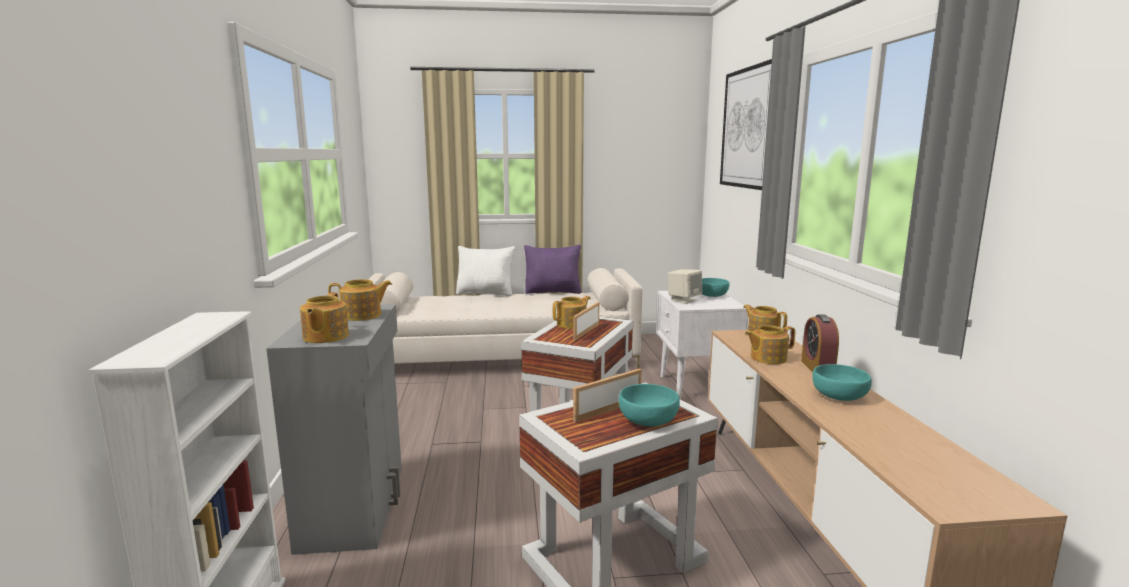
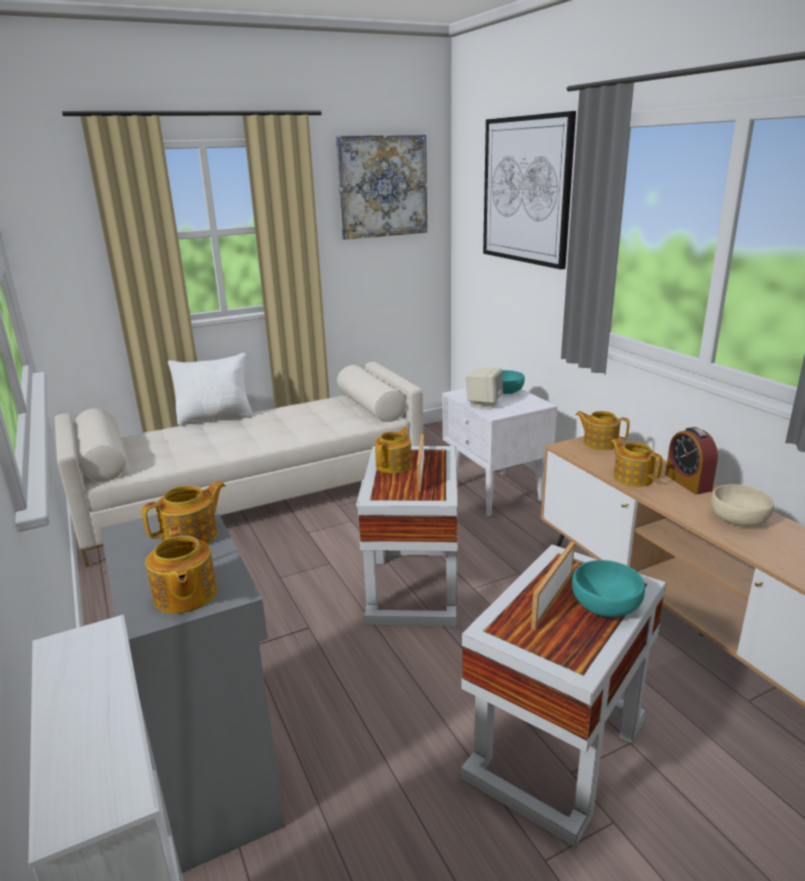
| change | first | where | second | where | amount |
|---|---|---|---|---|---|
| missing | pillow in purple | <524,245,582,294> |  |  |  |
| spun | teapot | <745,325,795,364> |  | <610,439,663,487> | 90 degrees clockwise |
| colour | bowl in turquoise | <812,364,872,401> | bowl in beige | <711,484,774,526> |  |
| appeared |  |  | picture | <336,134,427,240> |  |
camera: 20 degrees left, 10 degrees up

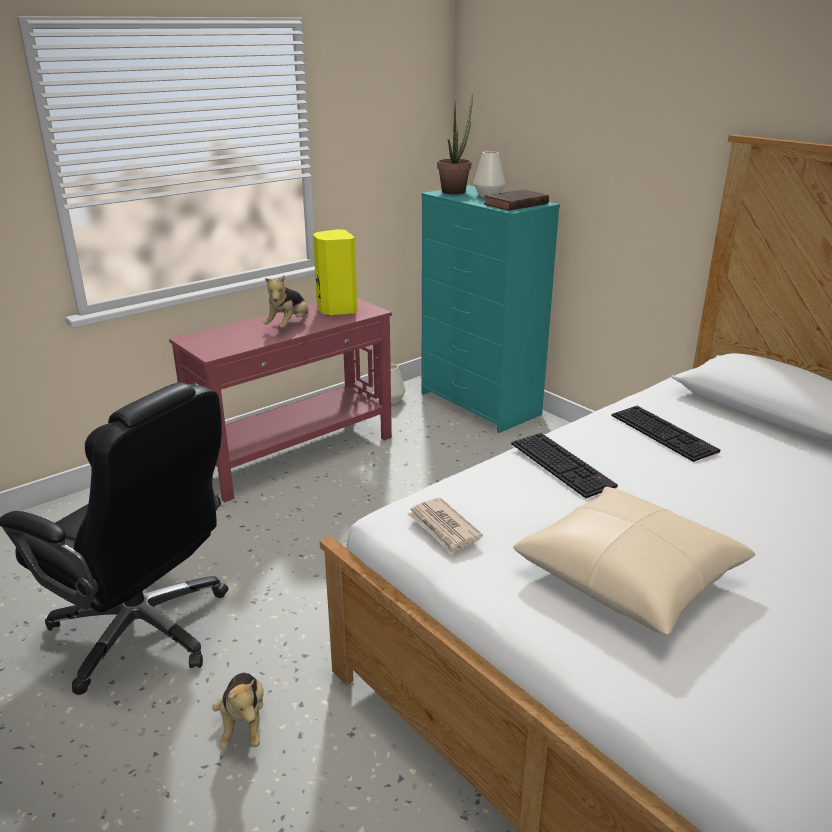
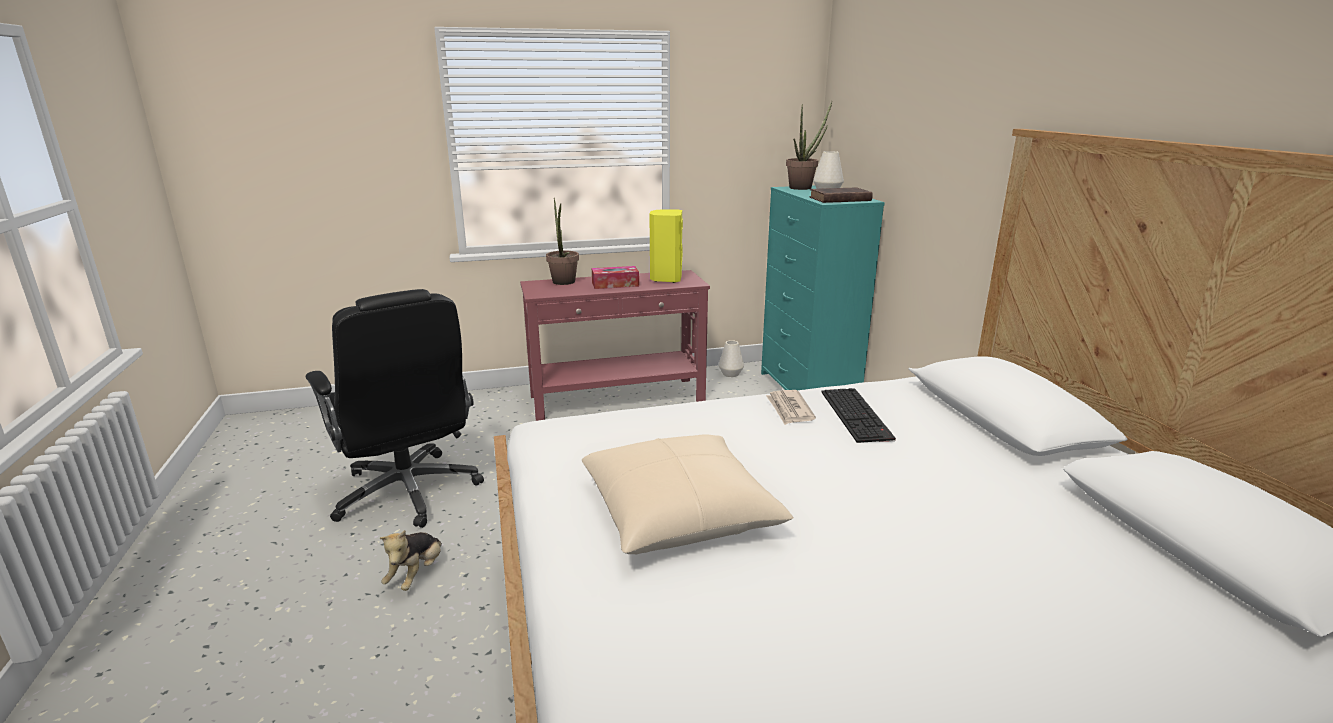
| change | first | where | second | where | amount |
|---|---|---|---|---|---|
| exchanged | plush toy | <263,275,308,328> | tissue box | <592,266,639,289> |  |
| relocated | newspaper | <407,498,483,554> |  | <766,390,816,425> |  |
| missing | keyboard | <511,433,618,498> |  |  |  |
| appeared |  |  | potted plant | <546,197,579,285> |  |
camera: 25 degrees right, 5 degrees down

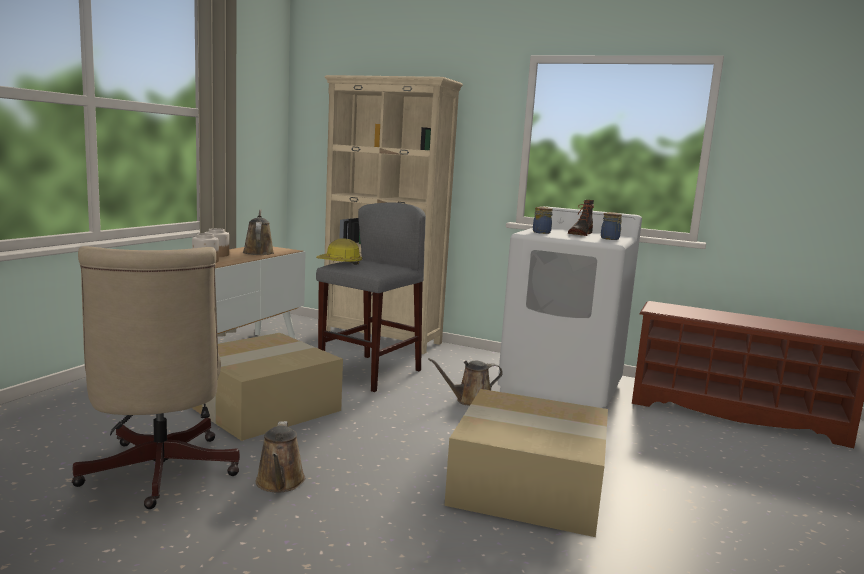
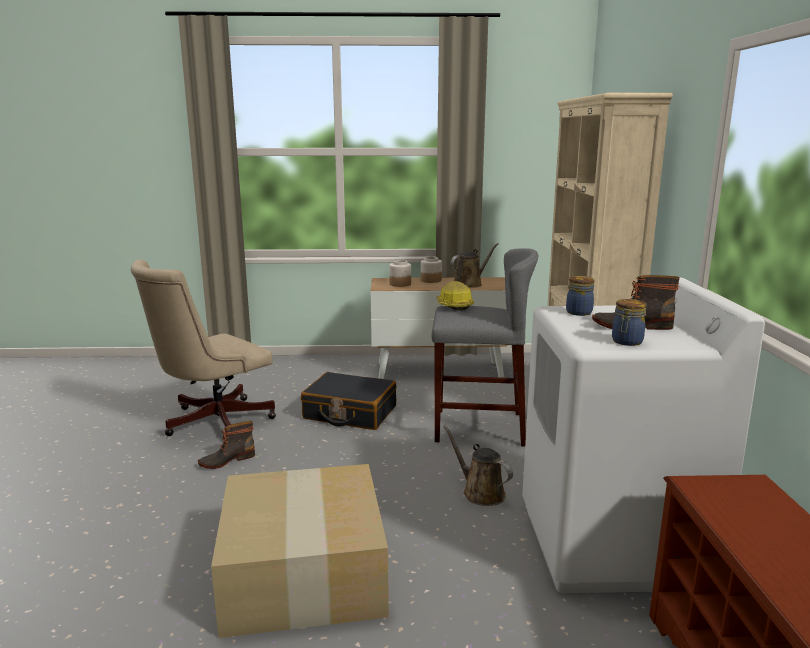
| change | first | where | second | where | amount |
|---|---|---|---|---|---|
| exchanged | cardboard box | <192,333,343,441> | suitcase in black | <301,372,396,430> |  |
| exchanged | watering can in brown | <256,421,305,492> | boot | <198,421,255,469> |  |
camera: 65 degrees right, 5 degrees up

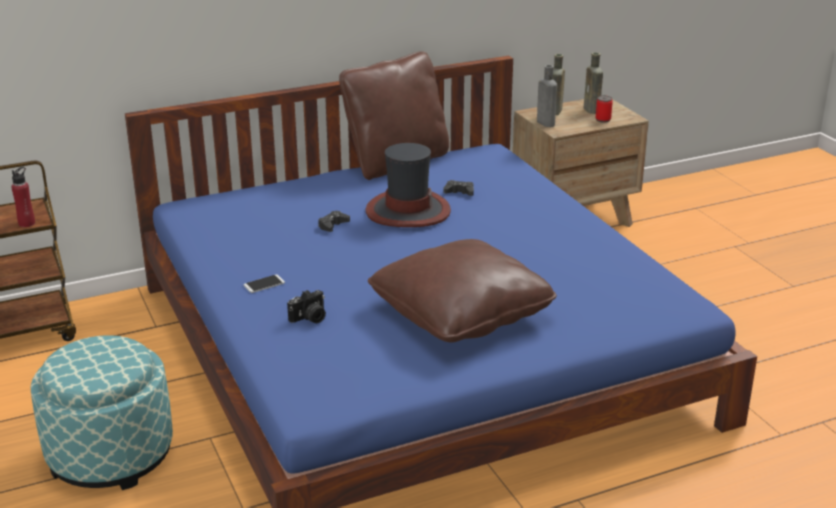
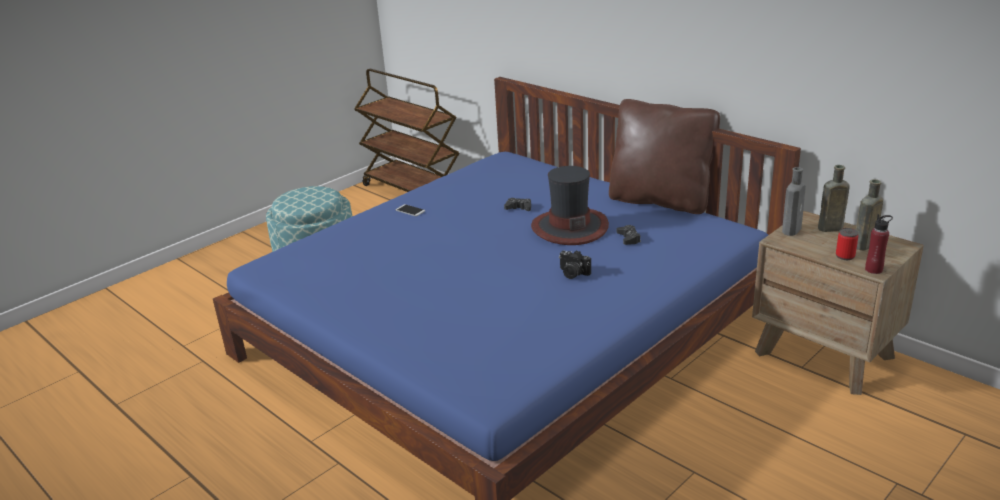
| change | first | where | second | where | amount |
|---|---|---|---|---|---|
| relocated | bottle in red | <11,167,35,227> |  | <865,214,893,274> |  |
| relocated | photo camera | <287,290,326,323> |  | <559,250,591,279> |  |
| missing | pillow in brown | <368,239,557,342> |  |  |  |
camera: 70 degrees right, 0 degrees up

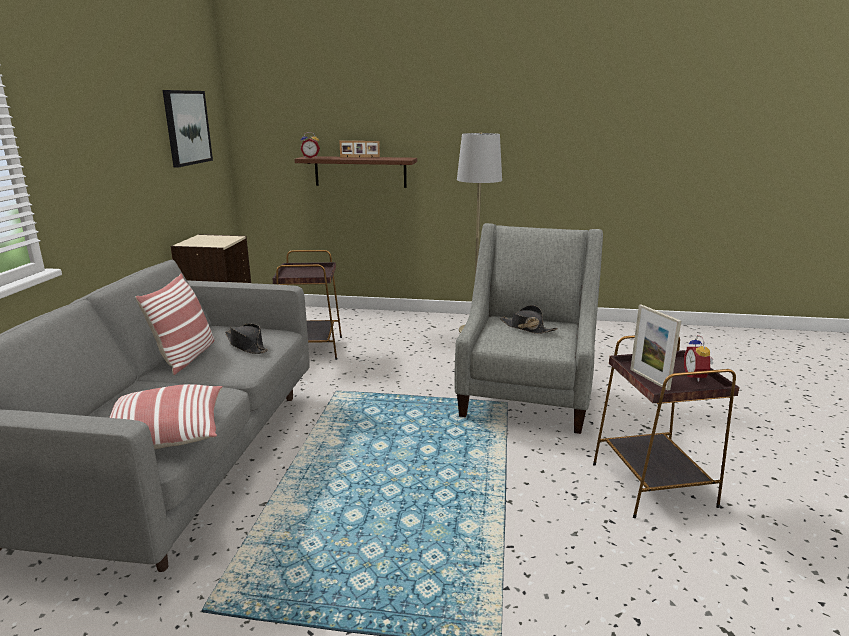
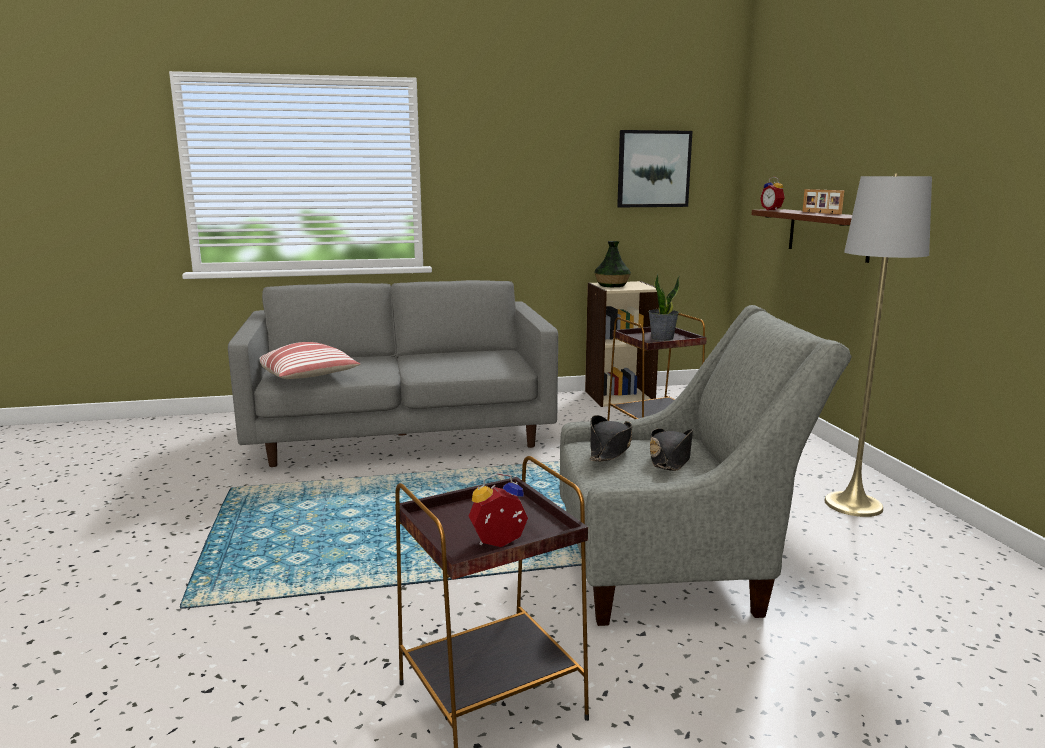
| change | first | where | second | where | amount |
|---|---|---|---|---|---|
| missing | pillow | <135,273,215,375> |  |  |  |
| relocated | hat in black | <225,323,268,354> |  | <590,415,632,461> |  |
| missing | picture frame | <630,304,681,390> |  |  |  |
| appeared |  |  | vase | <594,241,631,287> |  |
| appeared |  |  | potted plant | <648,273,679,341> |  |
camera: 70 degrees right, 5 degrees down

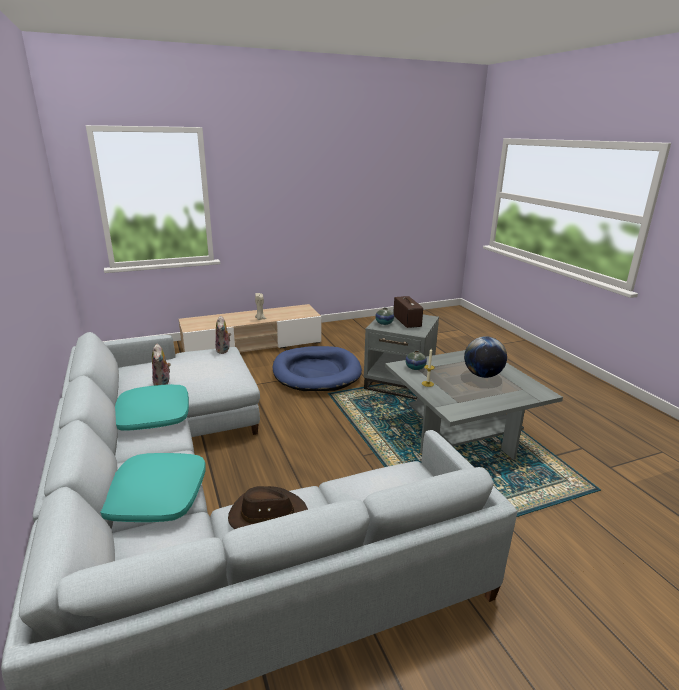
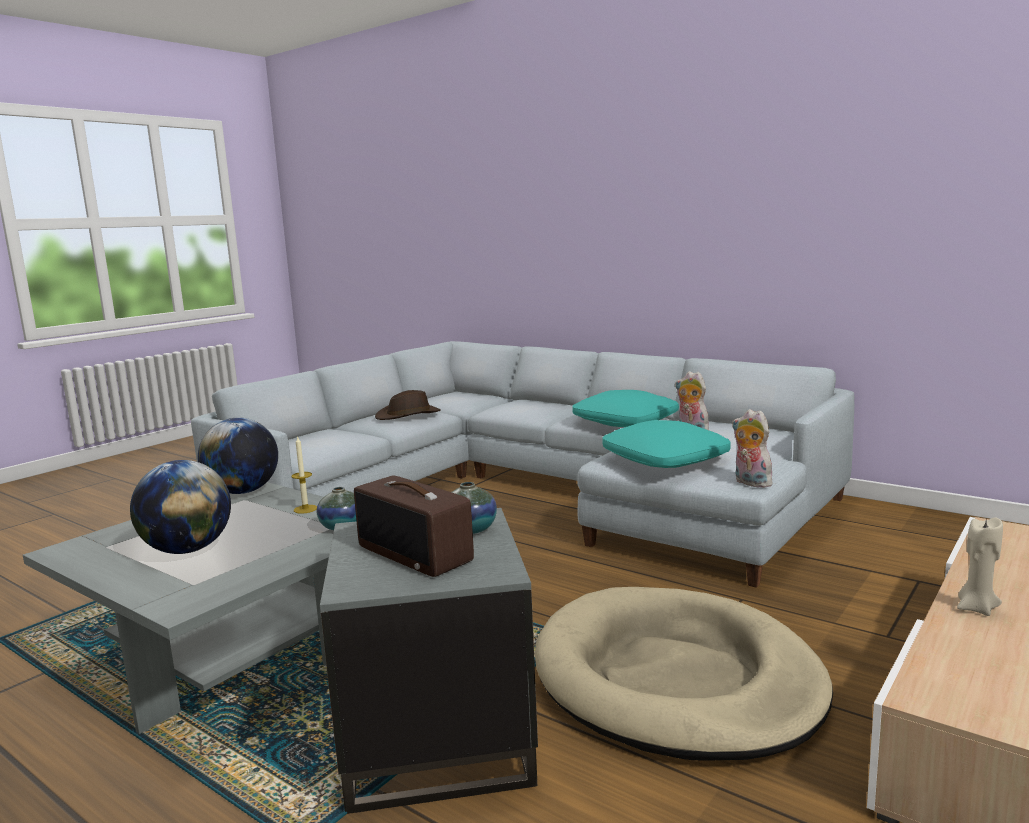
| change | first | where | second | where | amount |
|---|---|---|---|---|---|
| relocated | pillow in turquoise | <101,453,206,522> |  | <603,420,730,468> |  |
| colour | dog bed in blue | <272,346,362,391> | dog bed in beige | <535,587,833,761> |  |
| appeared |  |  | globe | <198,418,278,494> |  |
camera: 150 degrees right, 10 degrees down

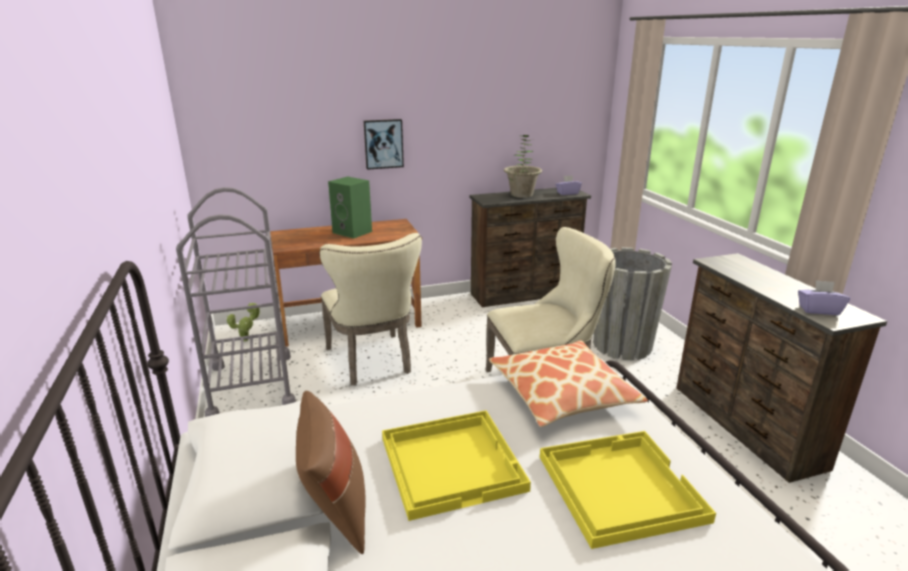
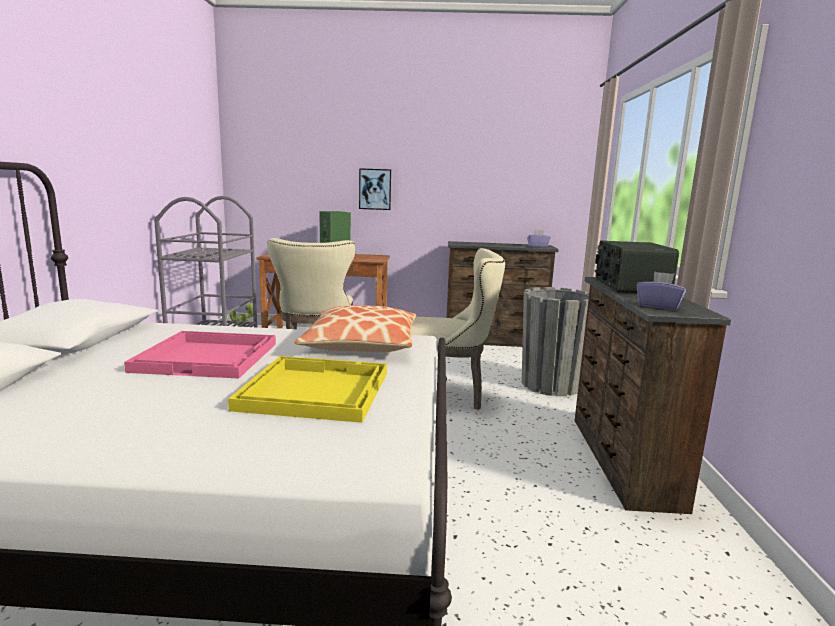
| change | first | where | second | where | amount |
|---|---|---|---|---|---|
| missing | pillow in brown | <296,391,366,554> |  |  |  |
| colour | tray in yellow | <382,410,531,521> | tray in pink | <124,331,276,378> |  |
| missing | potted plant | <504,135,542,198> |  |  |  |
| appeared |  |  | radio | <595,240,679,293> |  |
camera: 20 degrees right, 10 degrees down

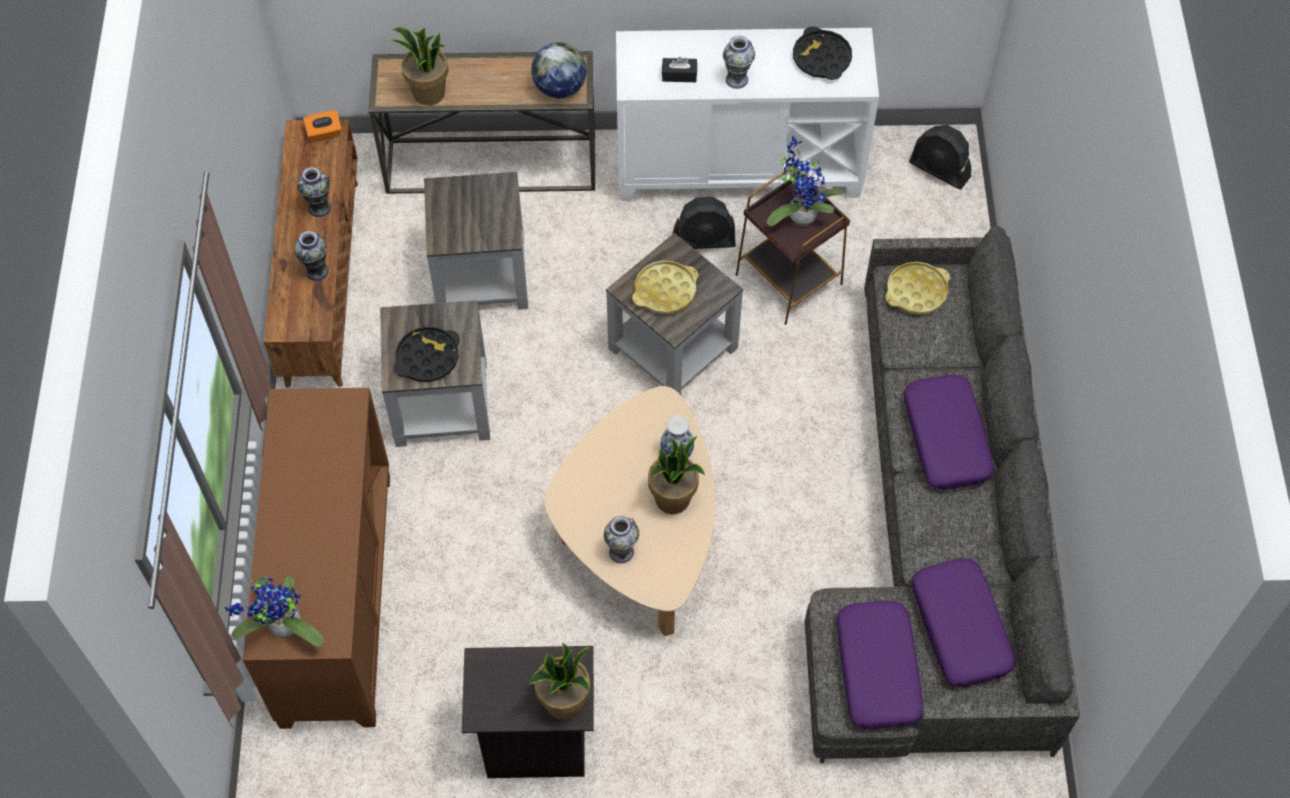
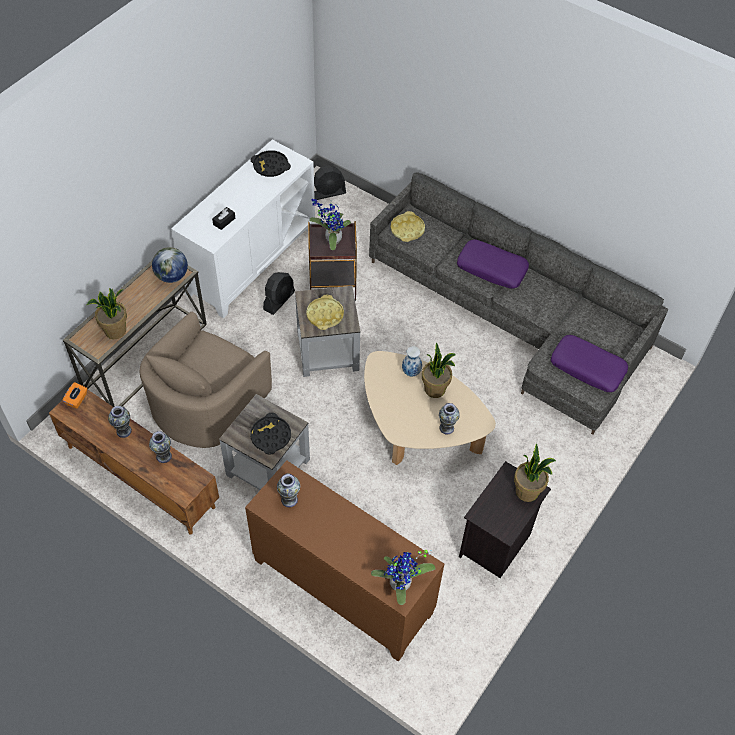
| change | first | where | second | where | amount |
|---|---|---|---|---|---|
| exchanged | side table in grey | <424,172,528,310> | armchair in beige | <139,312,272,448> |  |
| relocated | vase | <723,36,755,89> |  | <277,473,300,507> |  |
| missing | pillow in purple | <911,558,1015,687> |  |  |  |
camera: 55 degrees left, 5 degrees down

